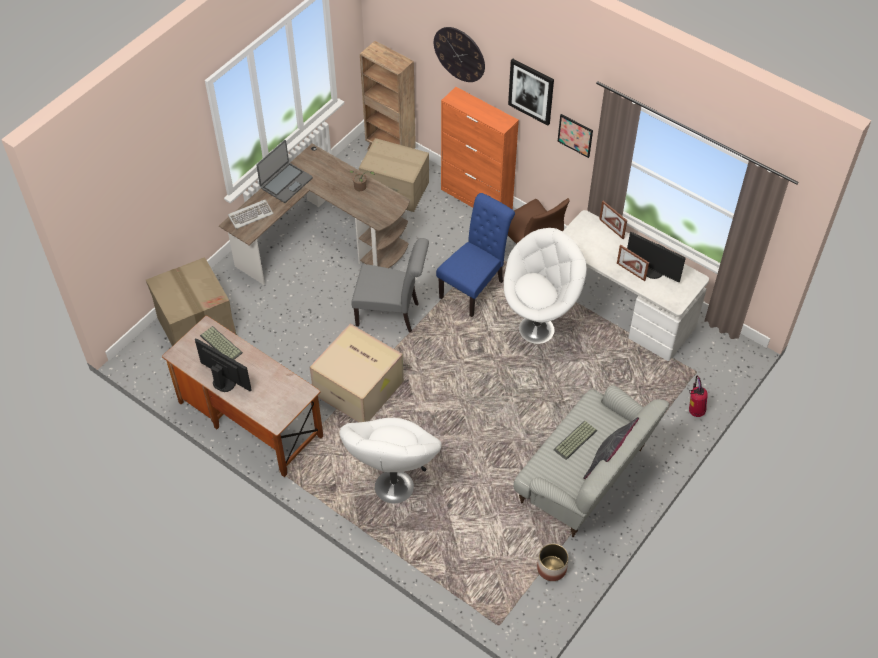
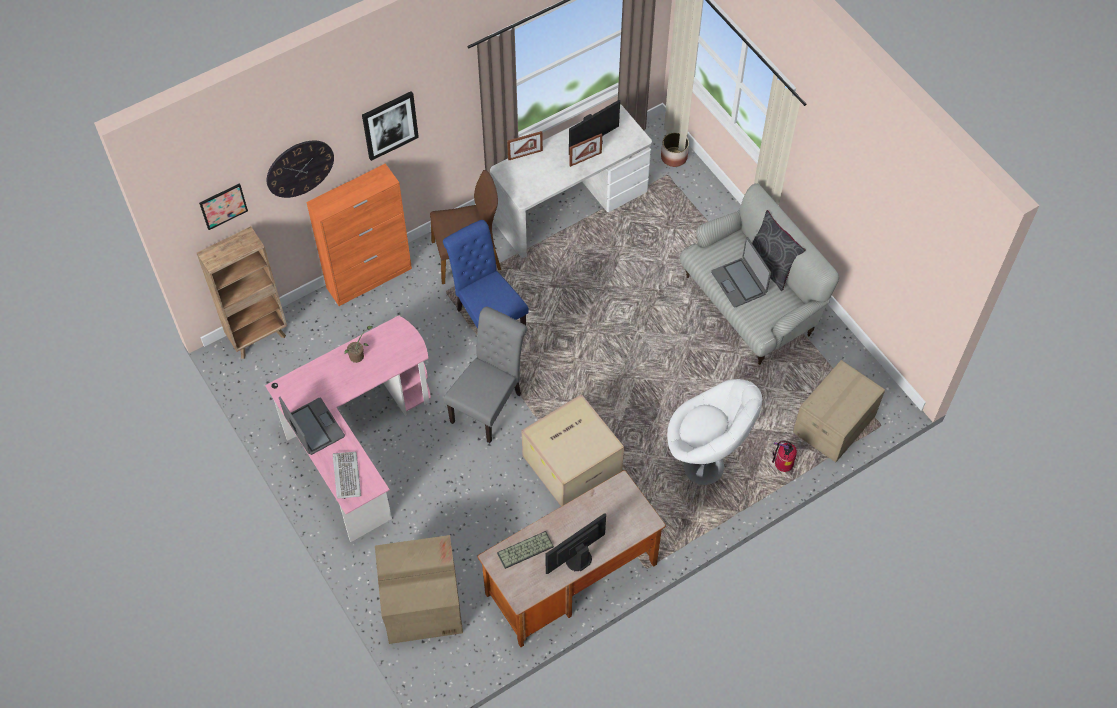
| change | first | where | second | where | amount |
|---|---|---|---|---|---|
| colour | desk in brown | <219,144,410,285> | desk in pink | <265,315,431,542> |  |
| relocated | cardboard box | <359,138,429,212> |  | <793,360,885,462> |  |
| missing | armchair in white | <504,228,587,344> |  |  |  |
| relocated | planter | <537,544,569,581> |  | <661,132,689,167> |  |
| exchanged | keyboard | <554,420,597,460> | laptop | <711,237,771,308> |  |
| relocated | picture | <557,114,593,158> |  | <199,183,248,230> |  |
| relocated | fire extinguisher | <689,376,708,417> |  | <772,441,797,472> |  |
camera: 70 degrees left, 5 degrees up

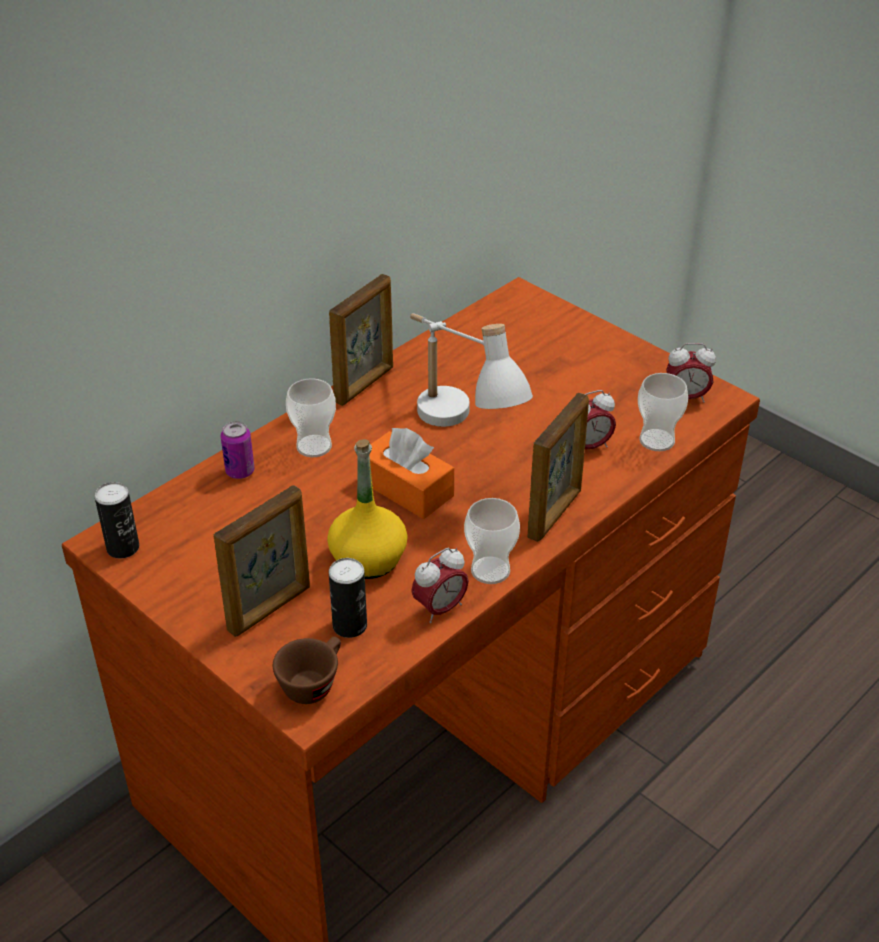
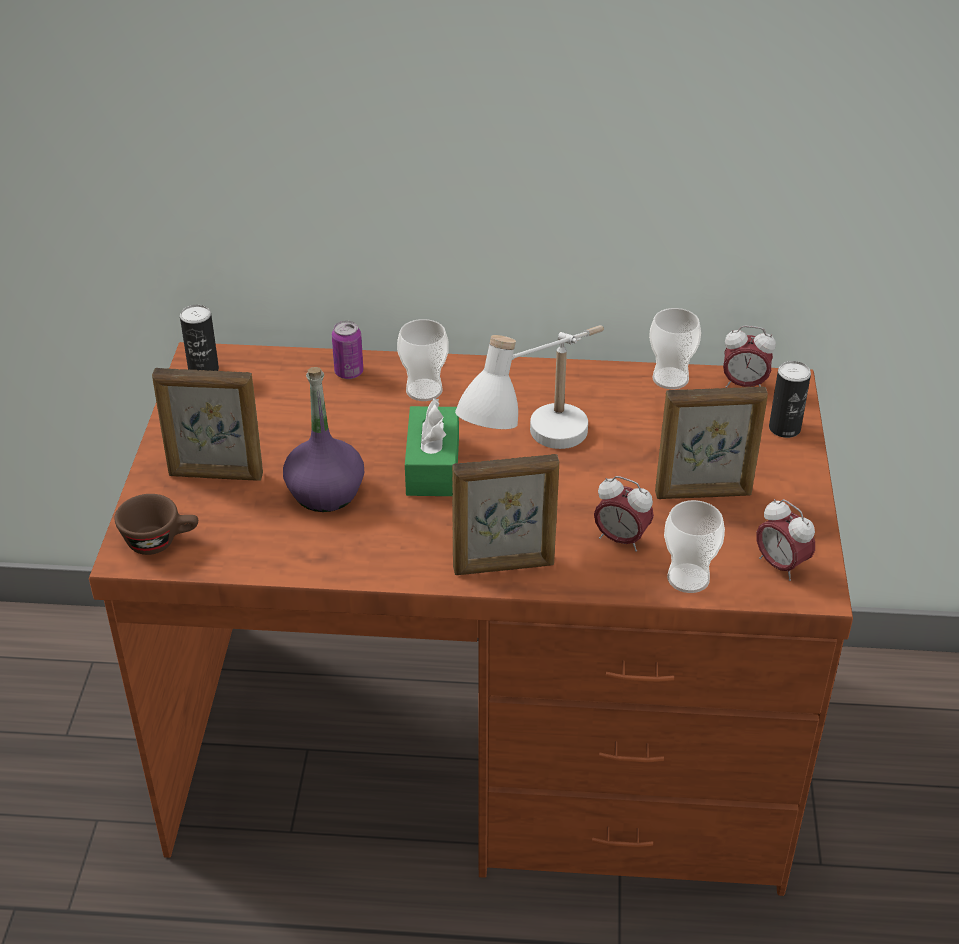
| change | first | where | second | where | amount |
|---|---|---|---|---|---|
| colour | bottle in yellow | <327,439,408,579> | bottle in purple | <283,367,364,512> |  |
| relocated | picture frame | <329,274,393,406> |  | <655,386,768,499> |  |
| relocated | can | <329,558,367,638> |  | <769,361,811,438> |  |
| colour | tissue box in orange | <369,428,454,519> | tissue box in green | <405,398,459,496> |  |
| relocated | alarm clock | <411,548,469,623> |  | <723,326,776,388> |  |
| relocated | cup | <464,498,520,584> |  | <649,308,701,389> |  |
camera: 50 degrees right, 0 degrees up

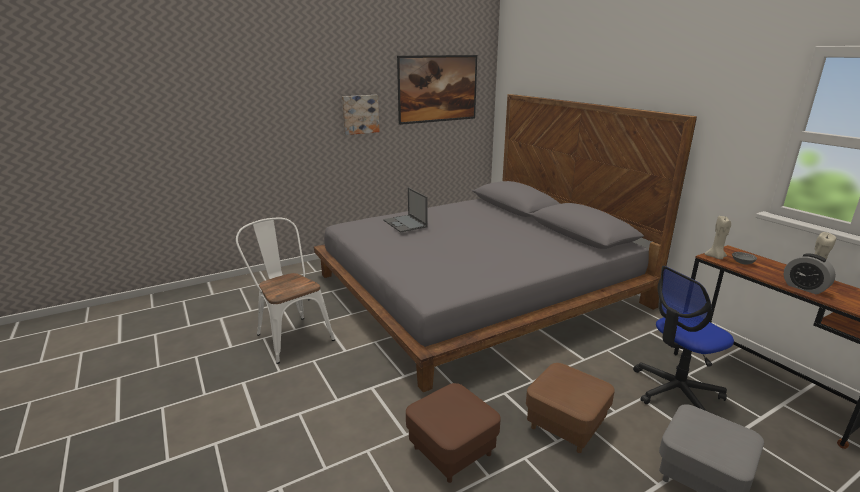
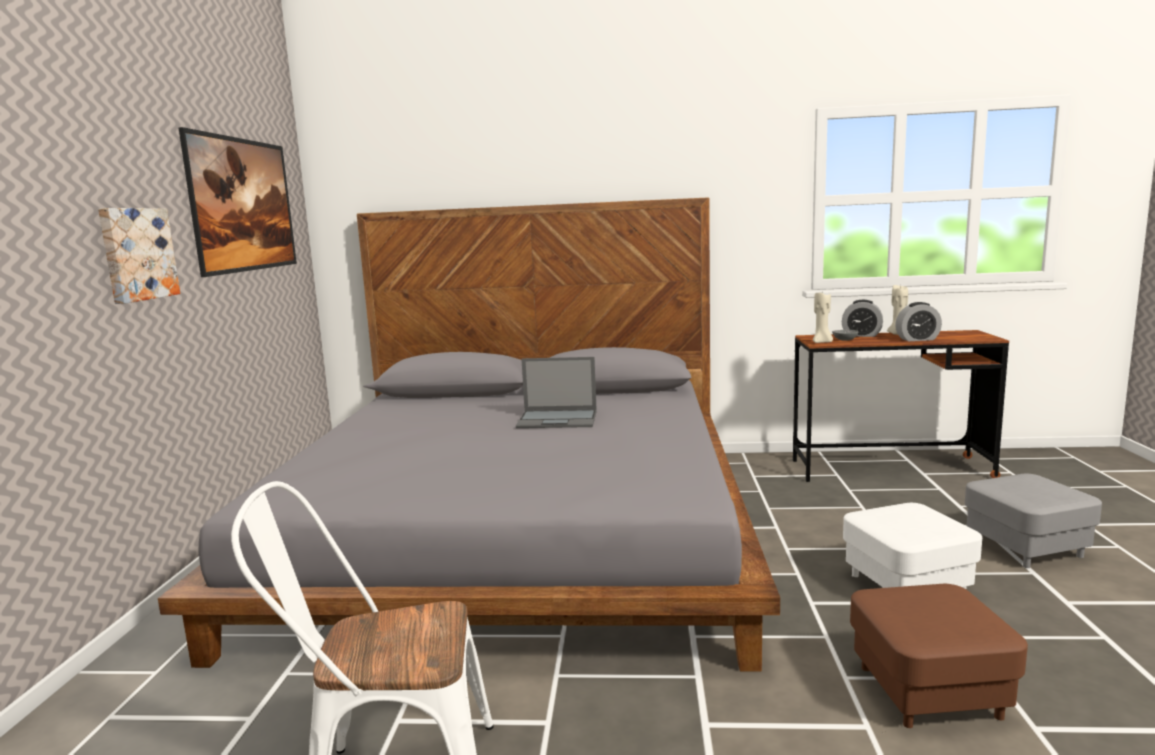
| change | first | where | second | where | amount |
|---|---|---|---|---|---|
| relocated | laptop | <383,187,428,233> |  | <516,357,597,428> |  |
| colour | ottoman in brown | <526,363,615,453> | ottoman in white | <843,503,982,589> |  |
| missing | office chair | <633,266,734,411> |  |  |  |
| appeared |  |  | alarm clock | <842,300,883,337> |  |
camera: 55 degrees left, 10 degrees down

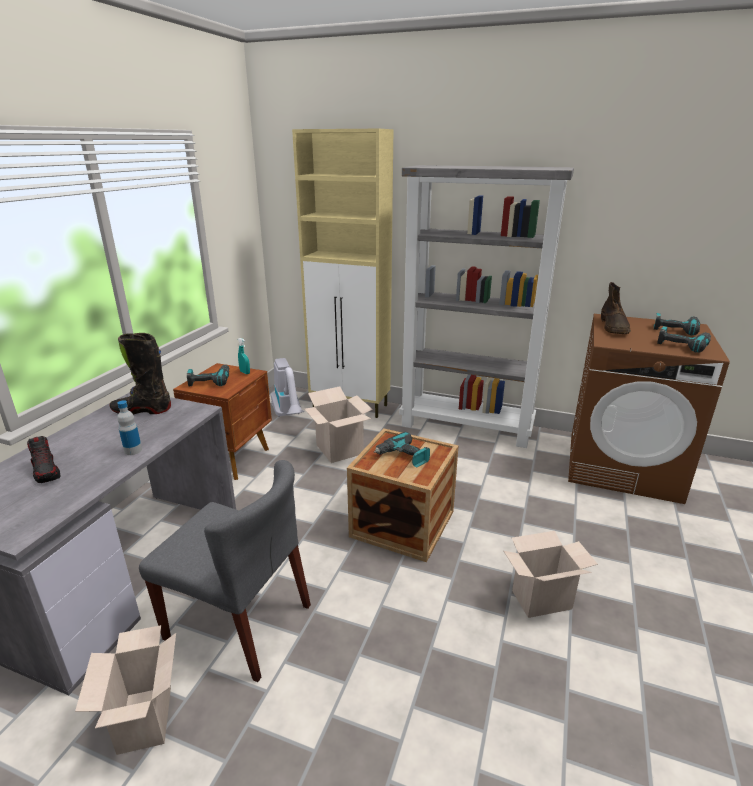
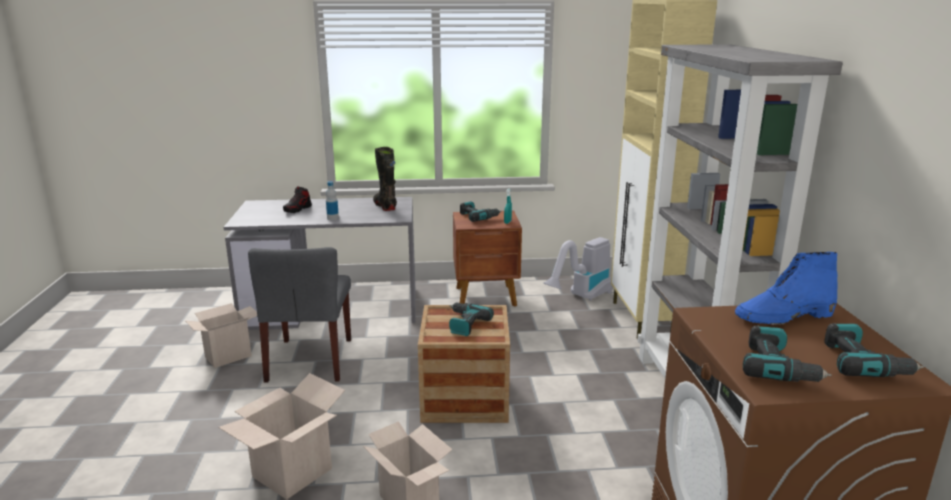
| change | first | where | second | where | amount |
|---|---|---|---|---|---|
| relocated | cardboard box | <304,386,373,463> |  | <218,373,345,500> |  |
| colour | boot in brown | <601,282,631,334> | boot in blue | <735,252,837,325> |  |
camera: 65 degrees right, 5 degrees down

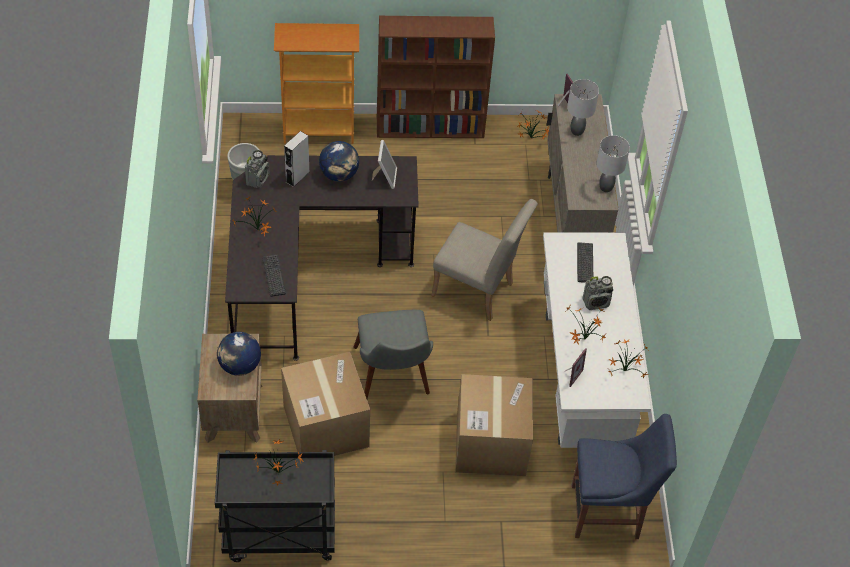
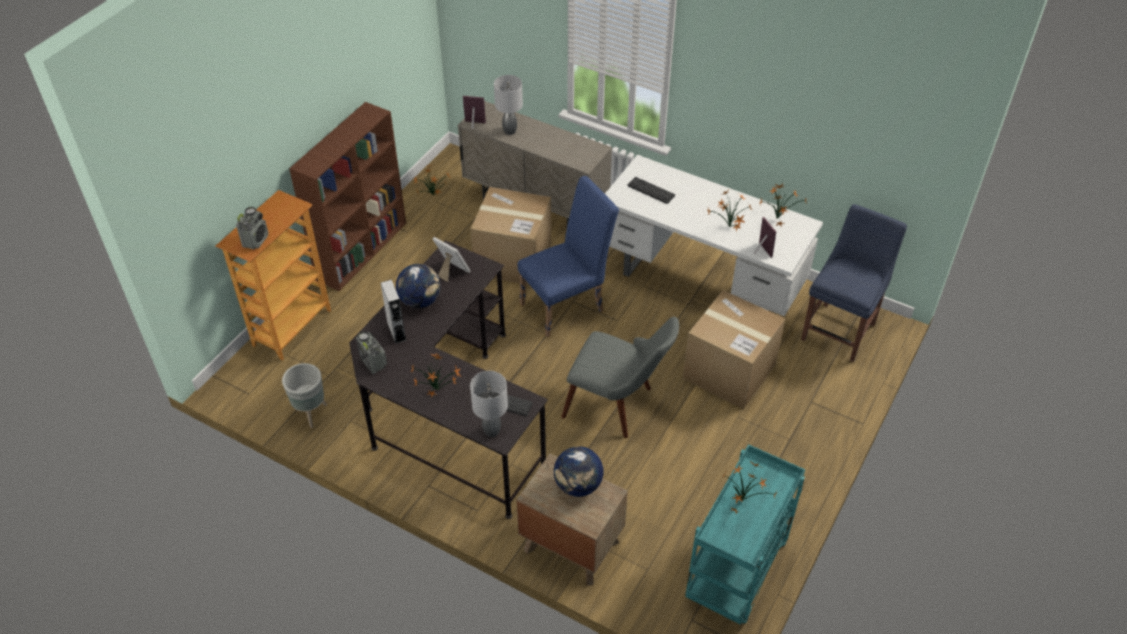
| change | first | where | second | where | amount |
|---|---|---|---|---|---|
| colour | cart in black | <215,450,335,562> | cart in turquoise | <685,444,805,625> |  |
| relocated | cardboard box | <281,352,370,456> |  | <471,187,551,285> |  |
| colour | chair in beige | <431,199,538,321> | chair in blue | <518,176,619,338> |  |
| relocated | radio | <582,276,613,310> |  | <236,207,268,250> |  |
| relocated | table lamp in grey | <596,135,630,192> |  | <470,371,508,437> |  |
camera: 55 degrees left, 5 degrees down

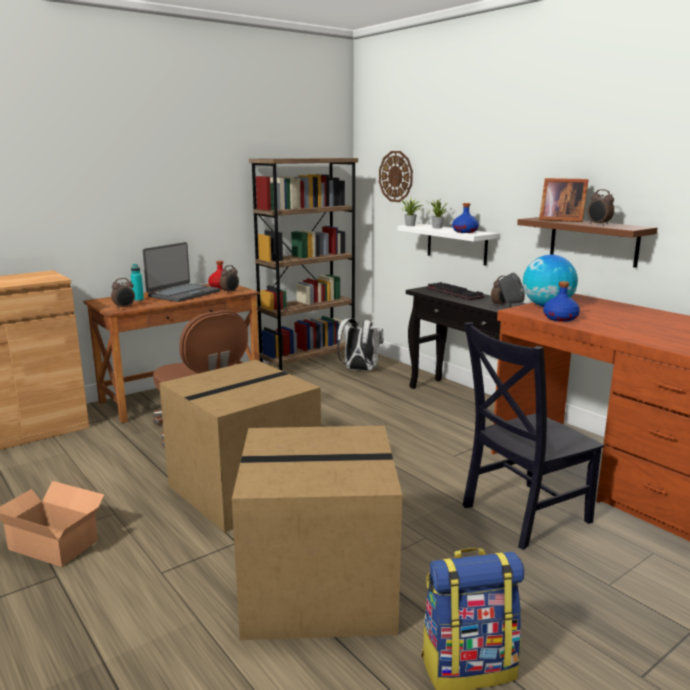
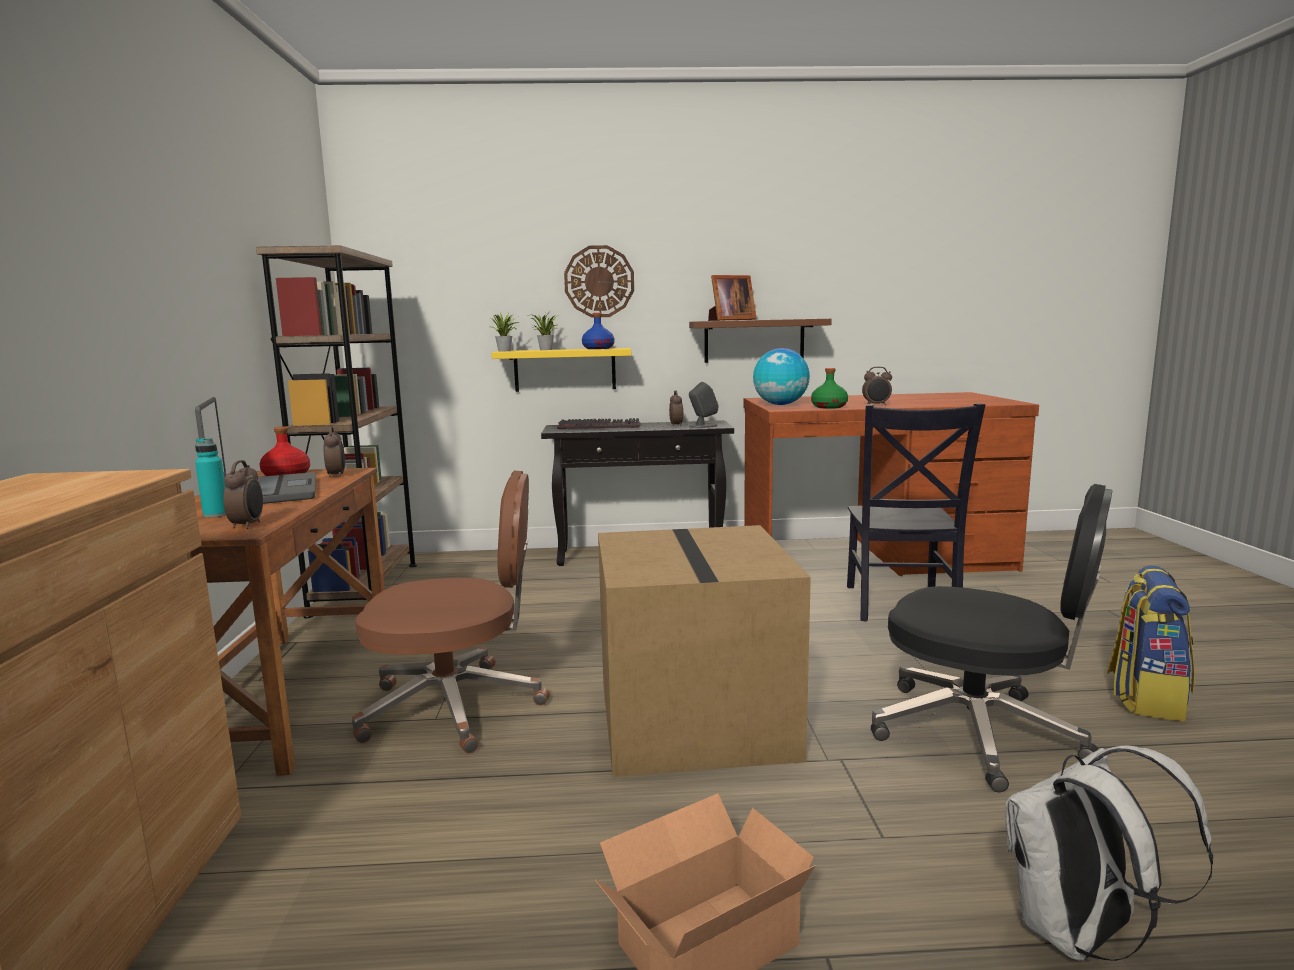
| change | first | where | second | where | amount |
|---|---|---|---|---|---|
| exchanged | cardboard box | <232,426,402,640> | office chair in black | <871,484,1113,792> |  |
| relocated | backpack in white | <337,318,383,371> |  | <1005,746,1213,961> |  |
| relocated | wall clock | <379,151,413,202> |  | <564,245,634,318> |  |
| colour | shelf in white | <398,224,498,266> | shelf in yellow | <491,348,631,392> |  |
| colour | bottle in blue | <543,281,580,322> | bottle in green | <811,368,848,409> |  |
| relocated | alarm clock | <587,189,614,226> |  | <862,367,892,406> |  |
camera: 55 degrees left, 5 degrees down

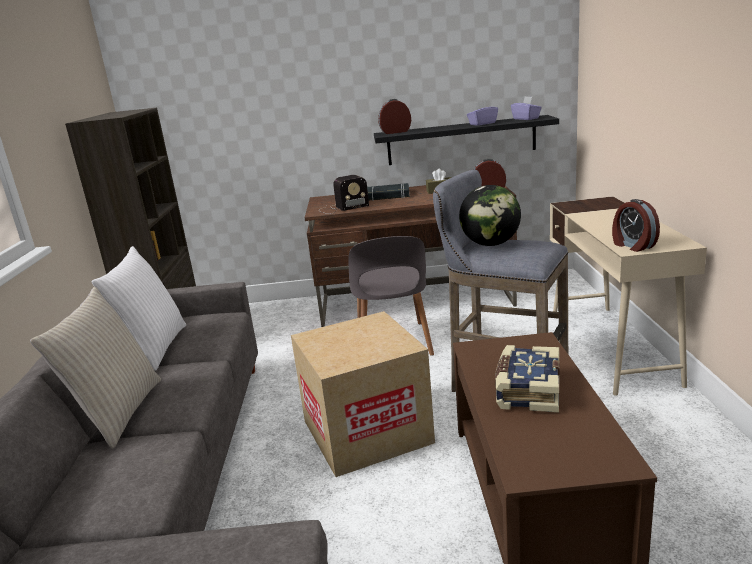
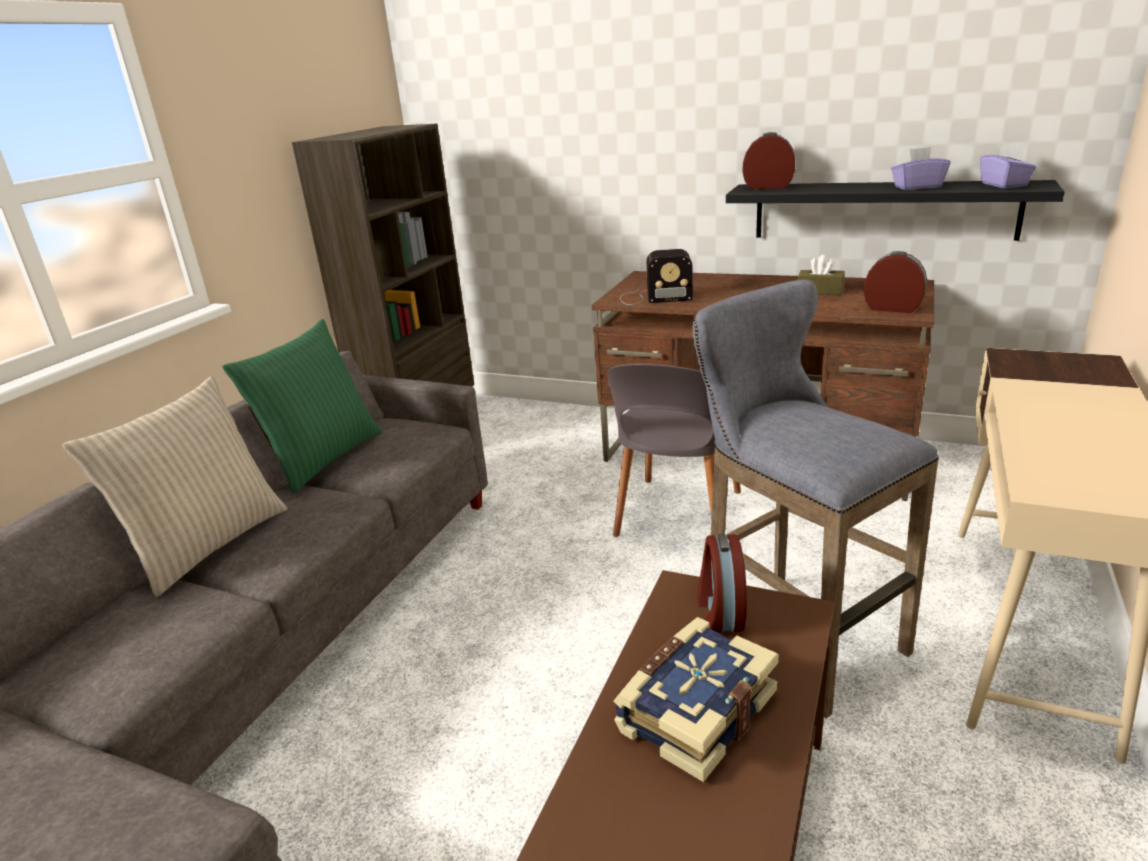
| change | first | where | second | where | amount |
|---|---|---|---|---|---|
| colour | pillow in white | <92,246,186,371> | pillow in green | <222,319,382,493> |  |
| missing | cardboard box | <291,311,435,477> |  |  |  |
| missing | book in black | <367,183,410,200> |  |  |  |
| missing | globe | <459,185,521,246> |  |  |  |
| relocated | alarm clock | <612,199,660,252> |  | <697,534,747,633> |  |
camera: 25 degrees right, 5 degrees up

